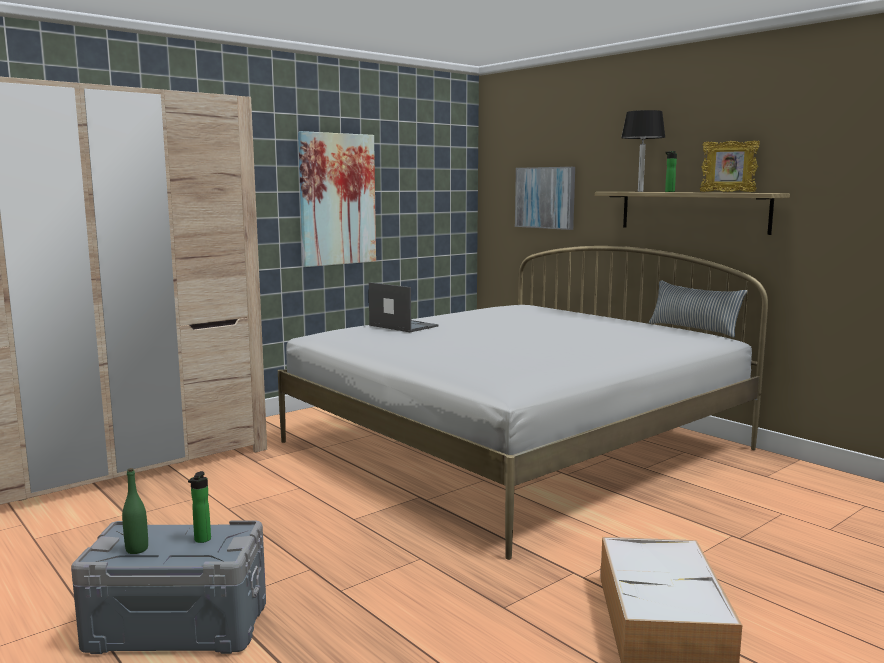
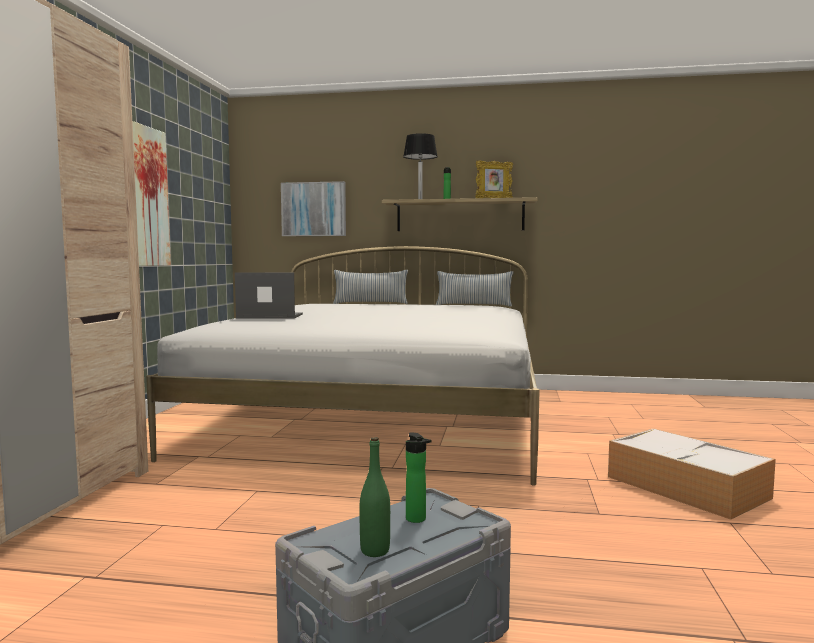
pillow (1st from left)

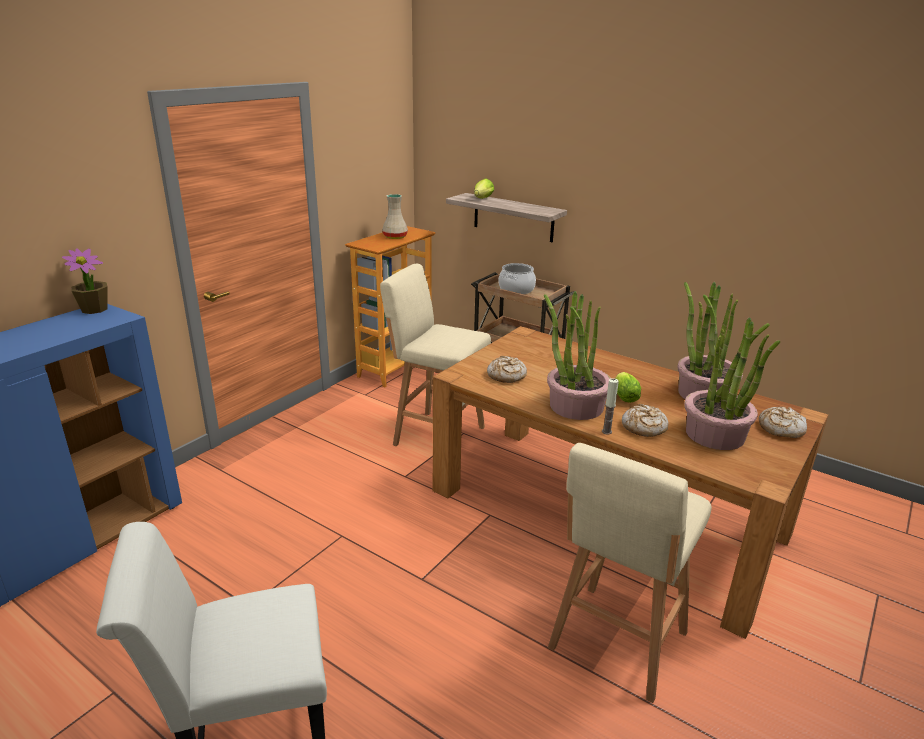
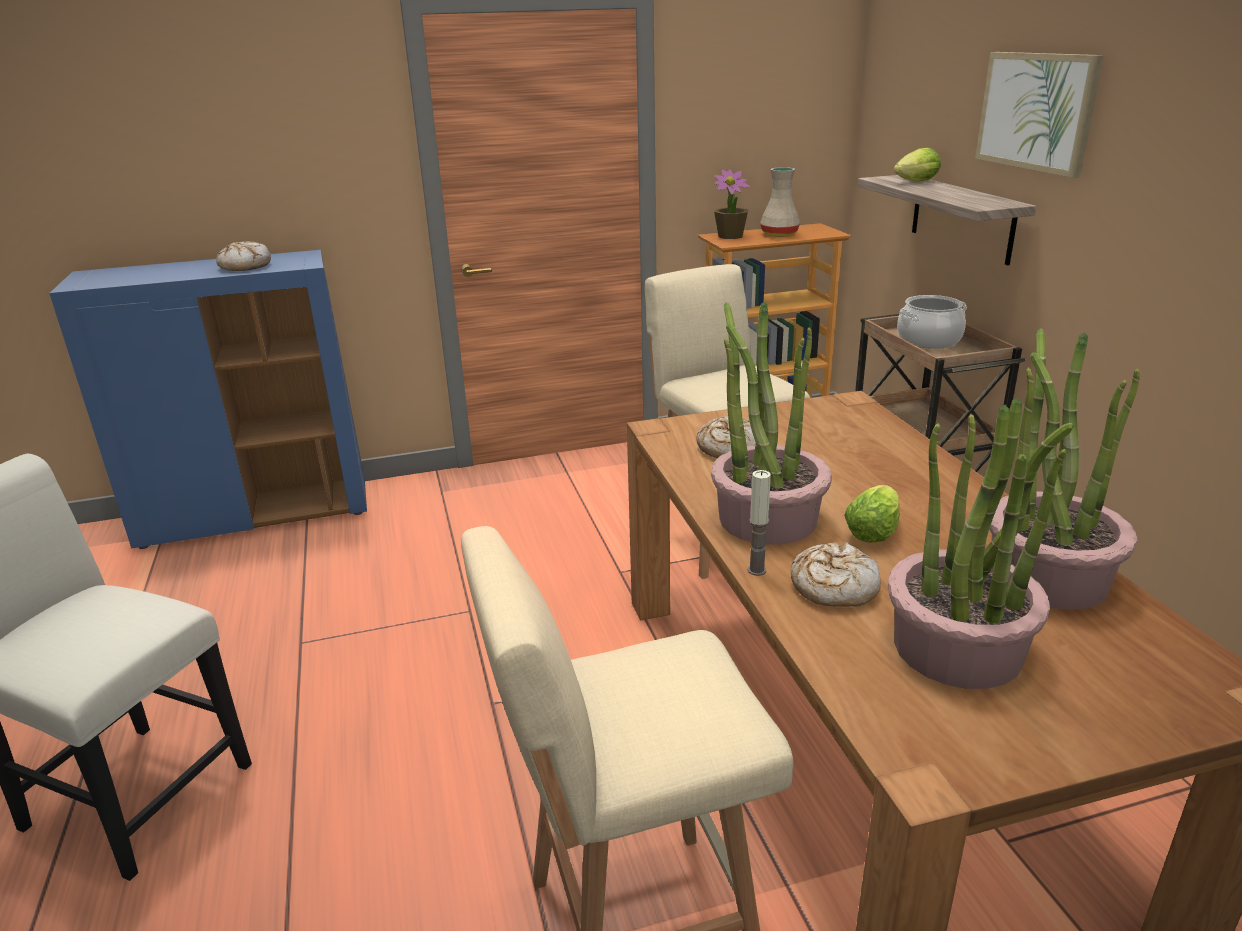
potted_plant (1st from left); bread (1st from left); picture

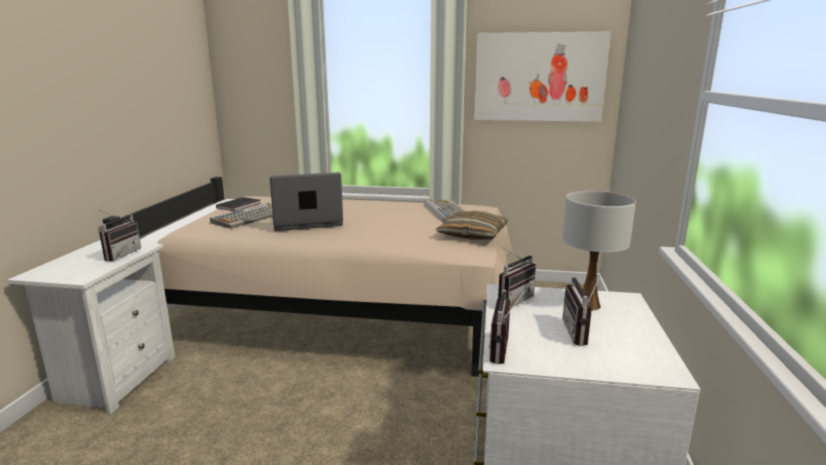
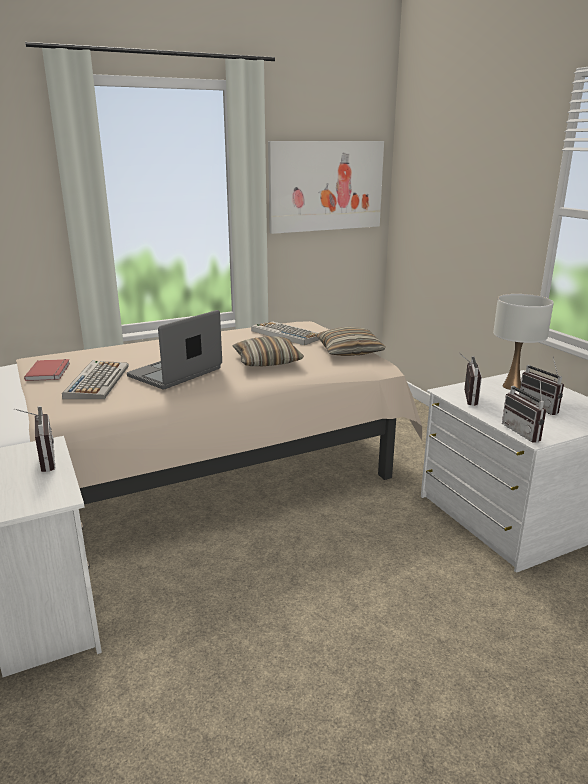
red_book; pillow (1st from left)

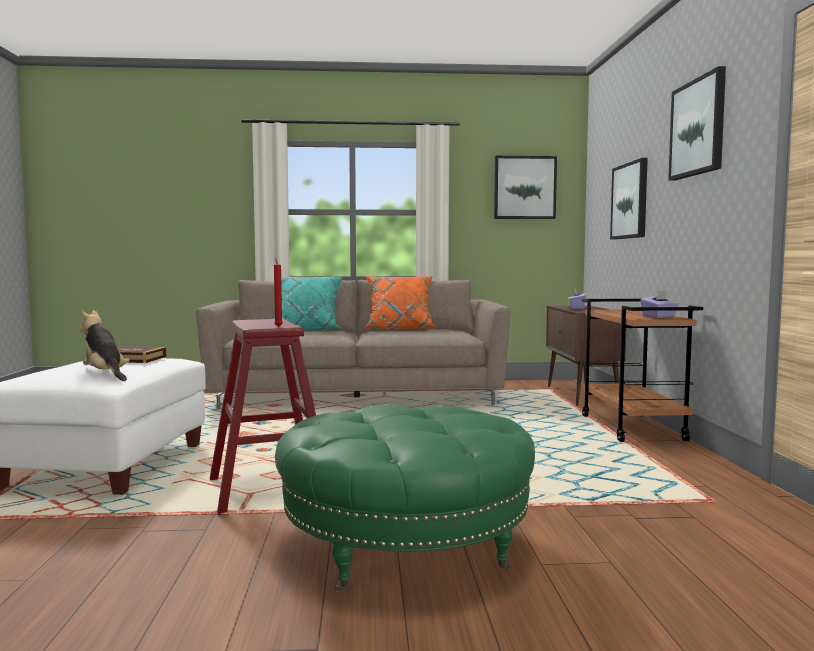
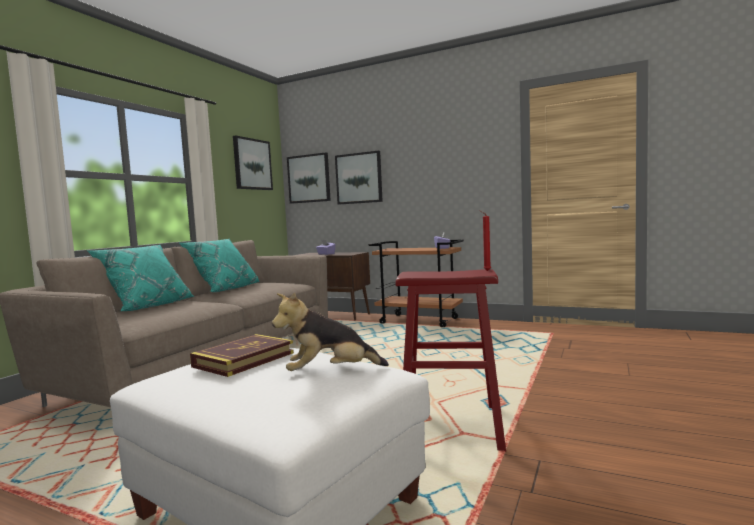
picture (2nd from left); turquoise_pillow (2nd from left); green_ottoman

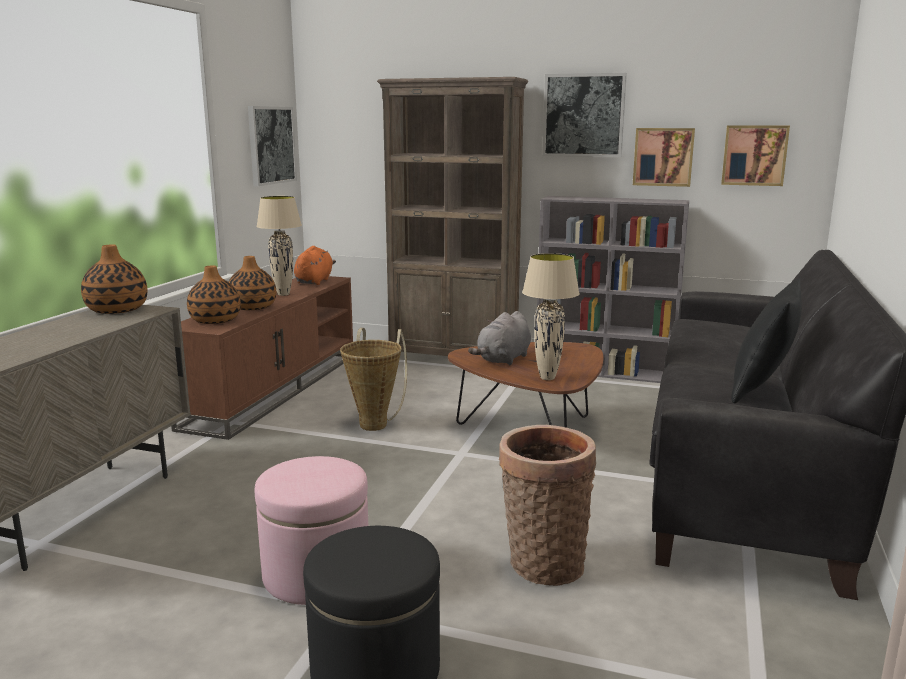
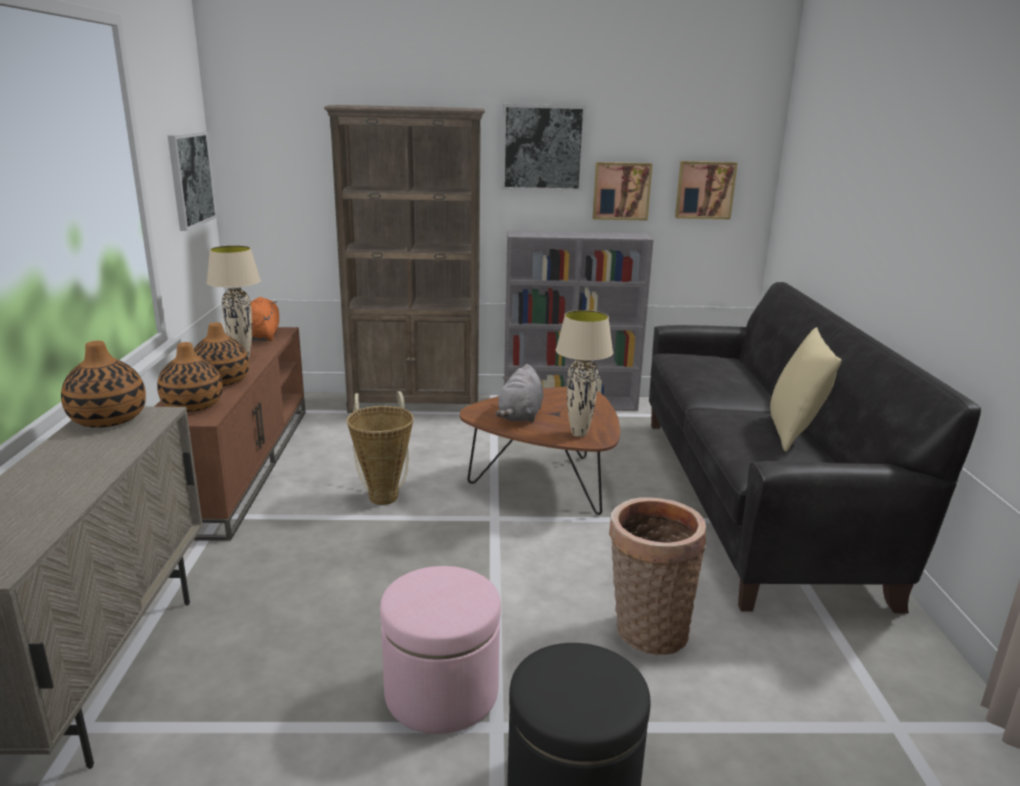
beige_pillow

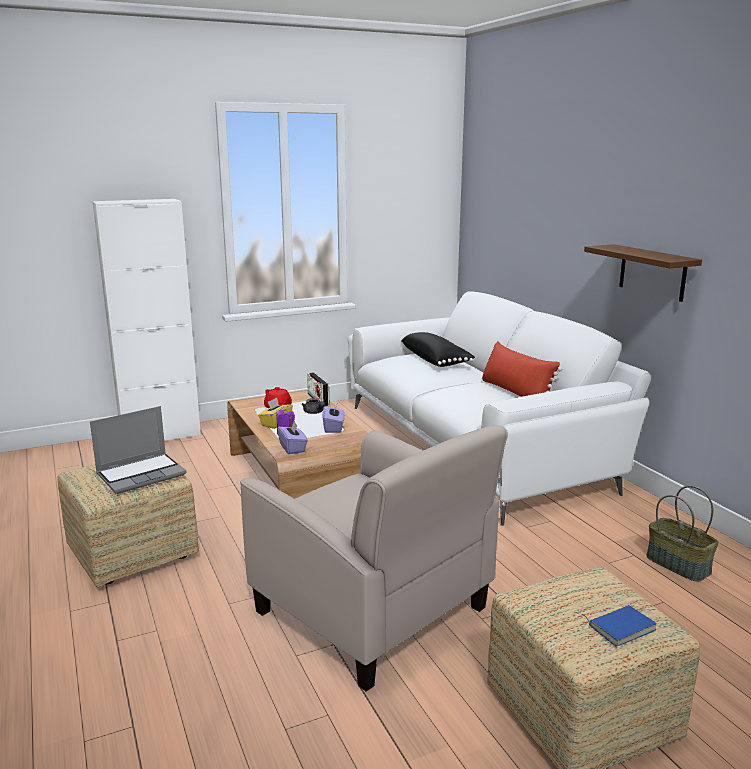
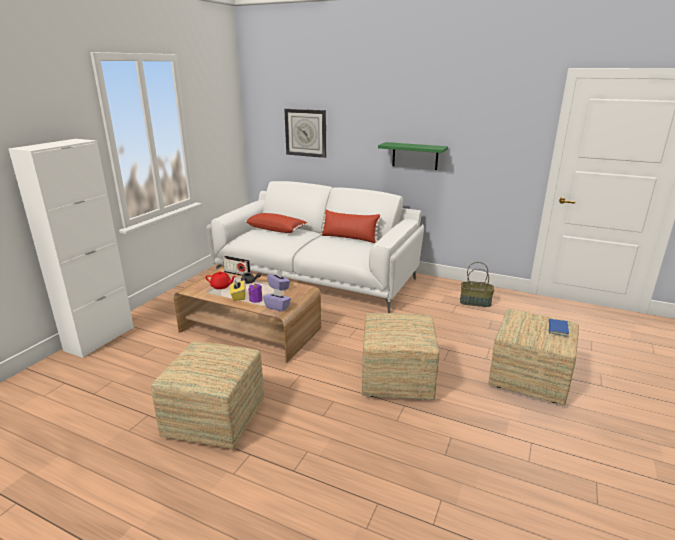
green_shelf; red_pillow (1st from left); laptop; ottoman (2nd from left); wall_clock

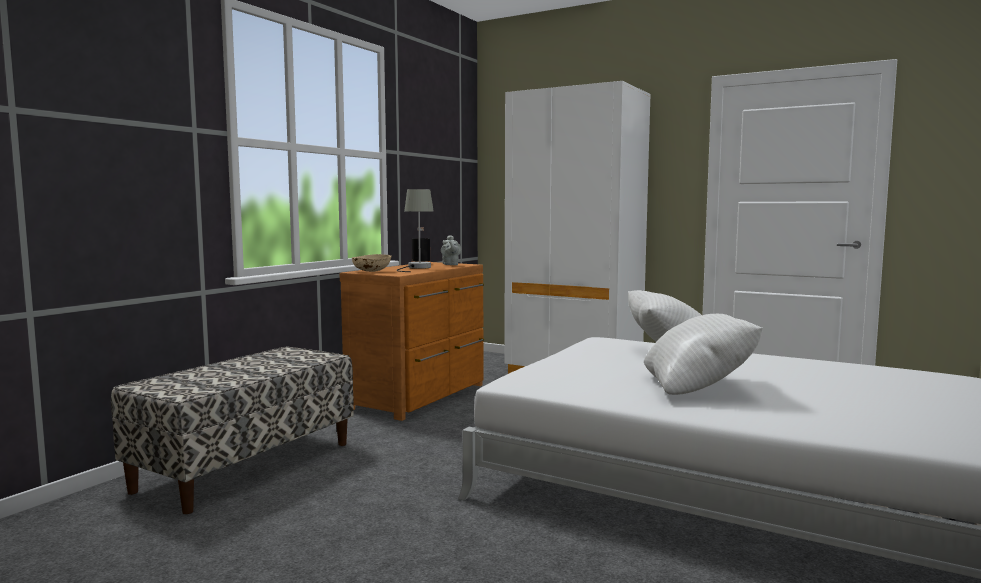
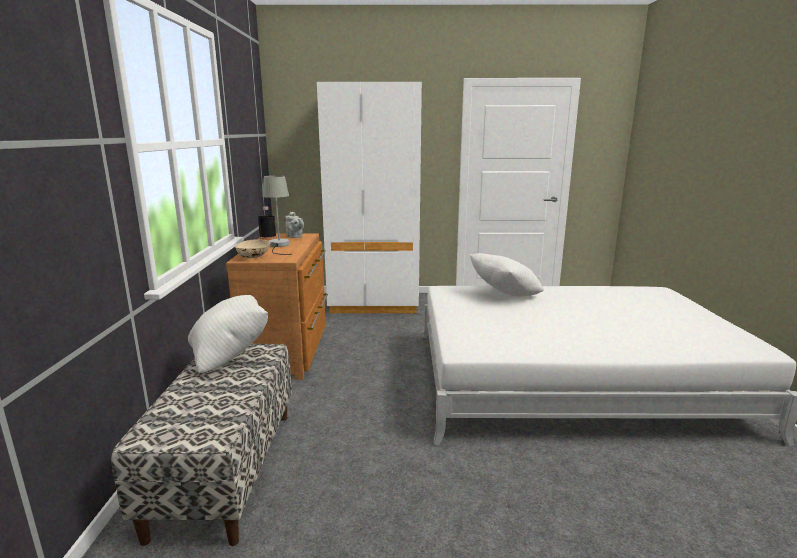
white_pillow (1st from left)

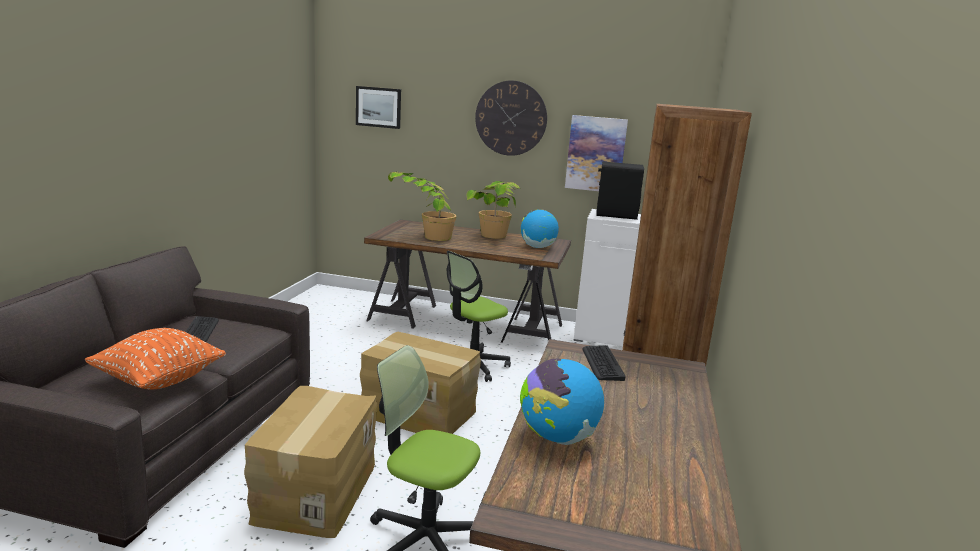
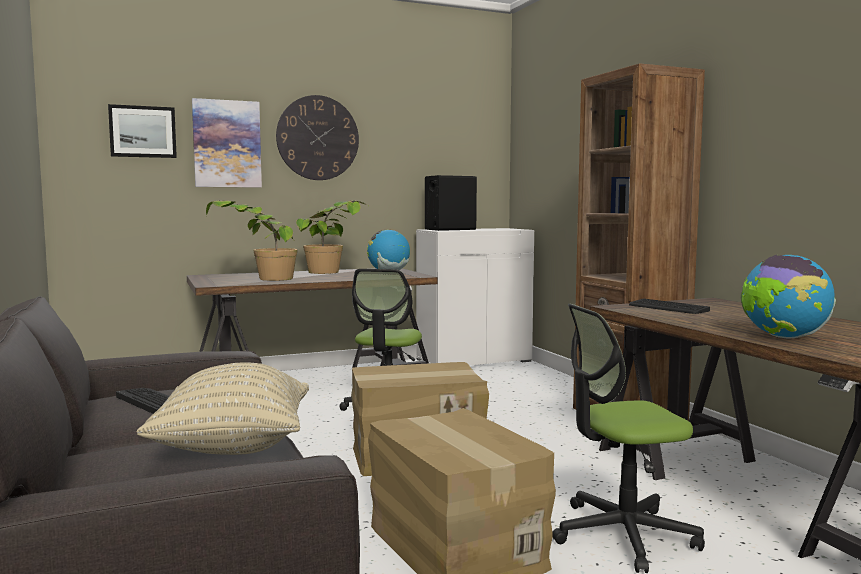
picture (2nd from left); beige_pillow

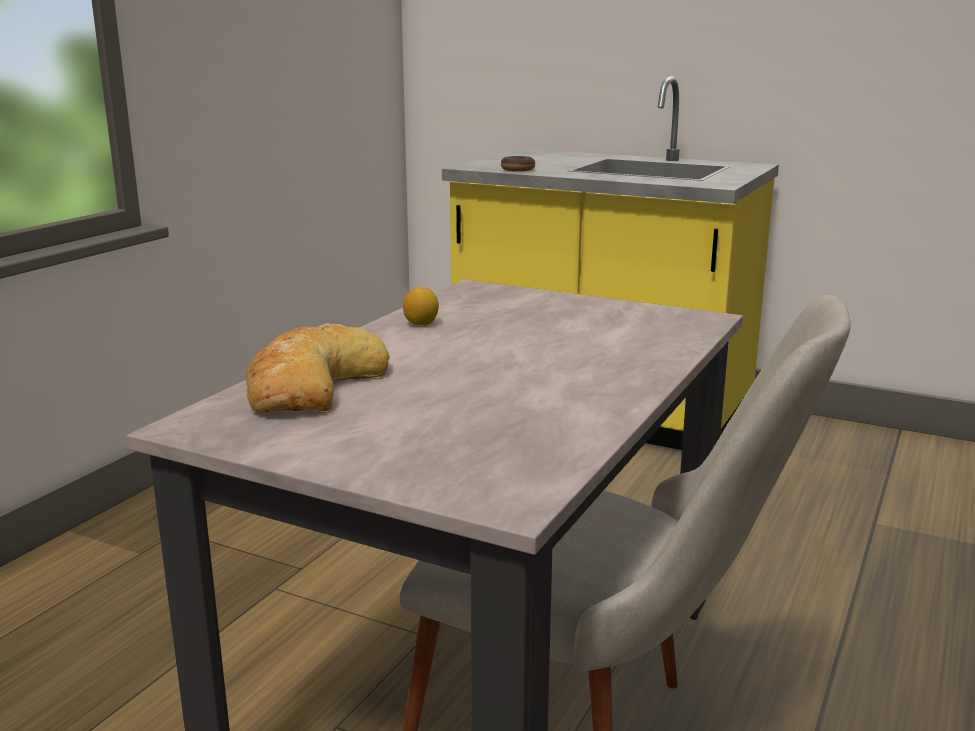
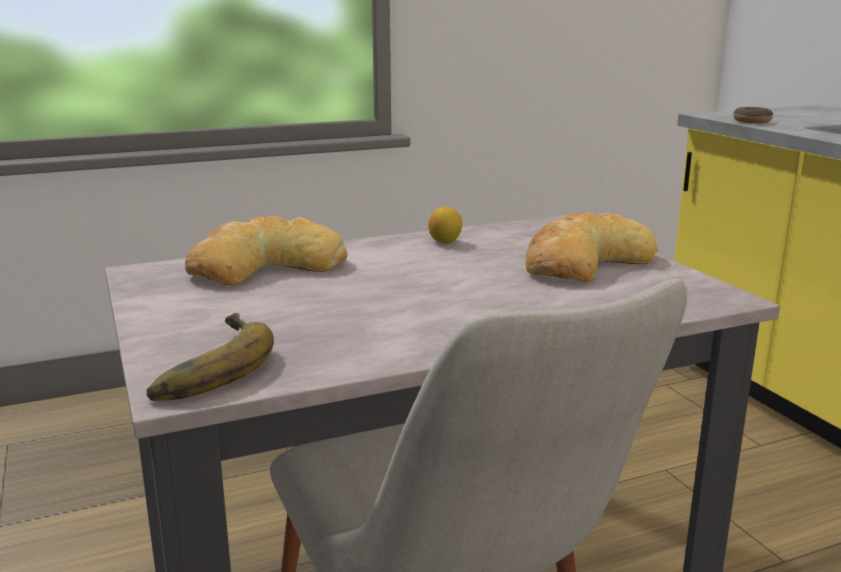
bread (2nd from left); banana

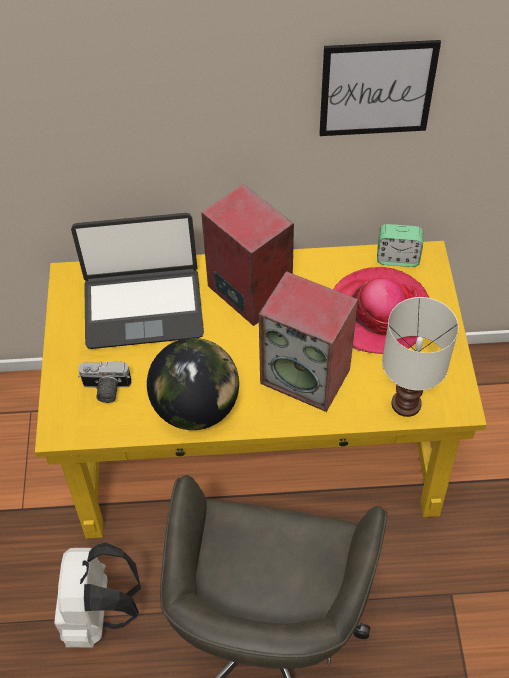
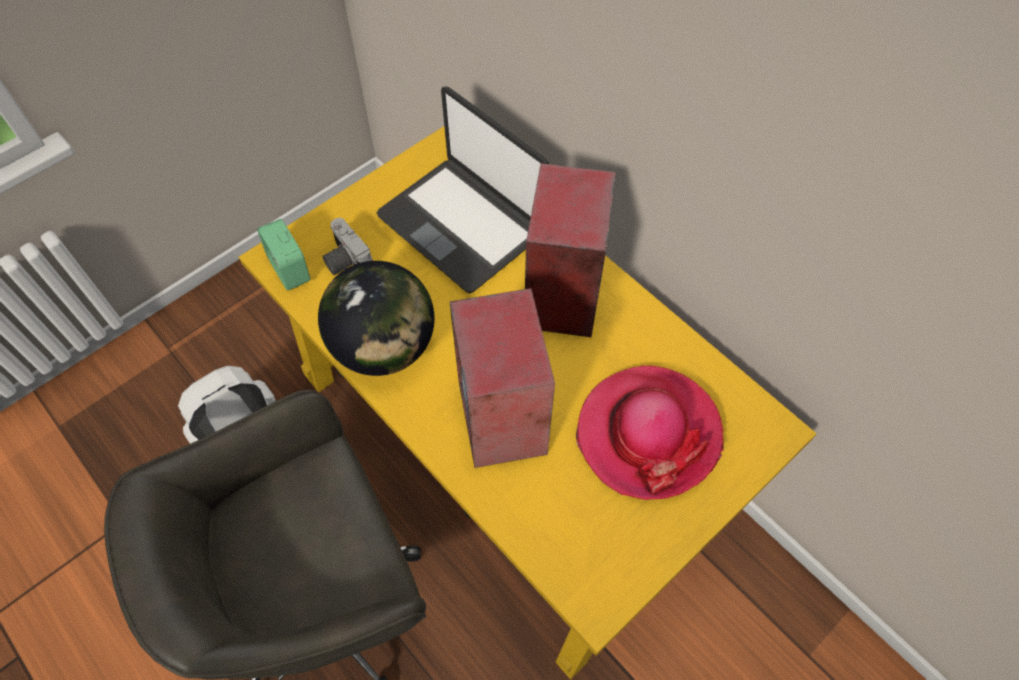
picture; alarm_clock; white_table_lamp

